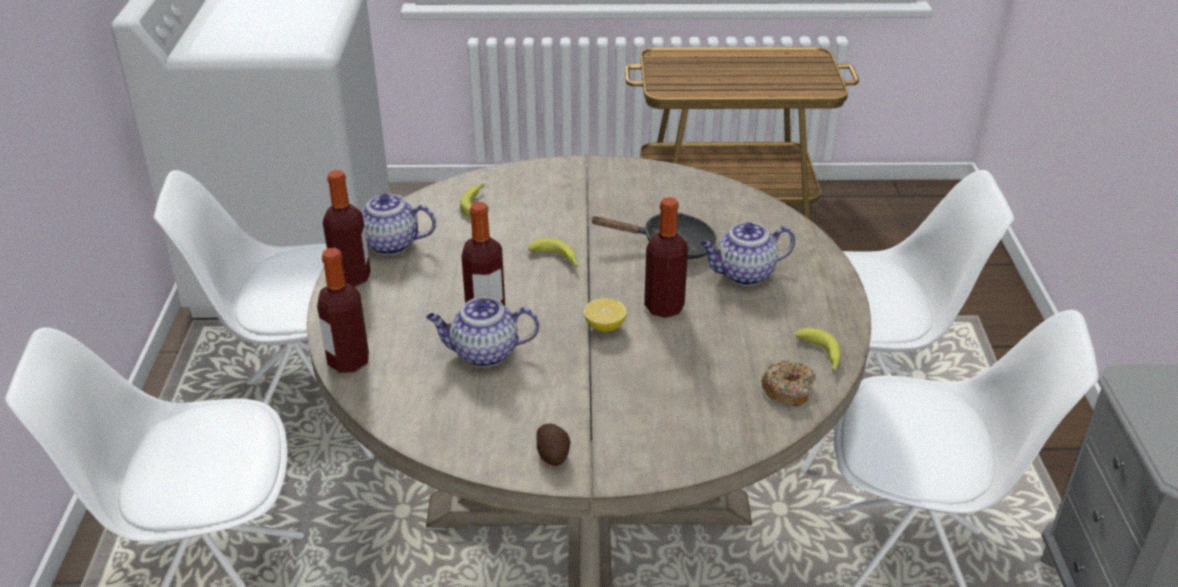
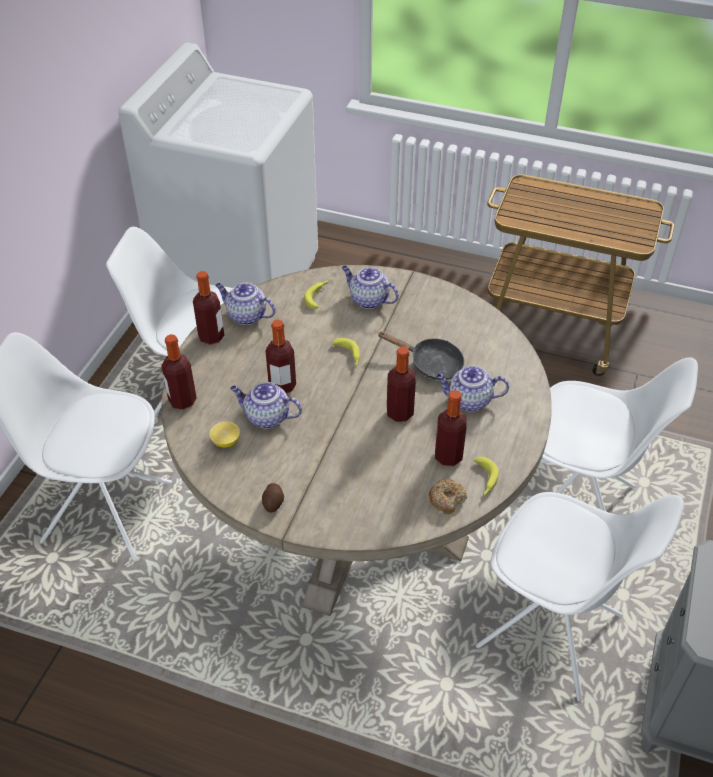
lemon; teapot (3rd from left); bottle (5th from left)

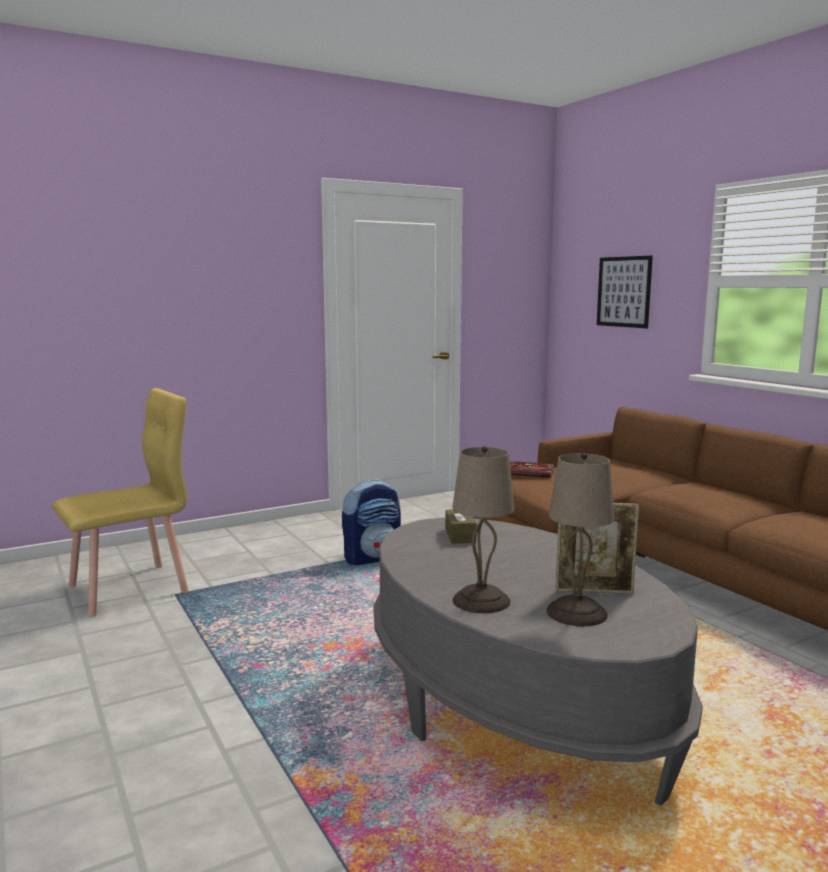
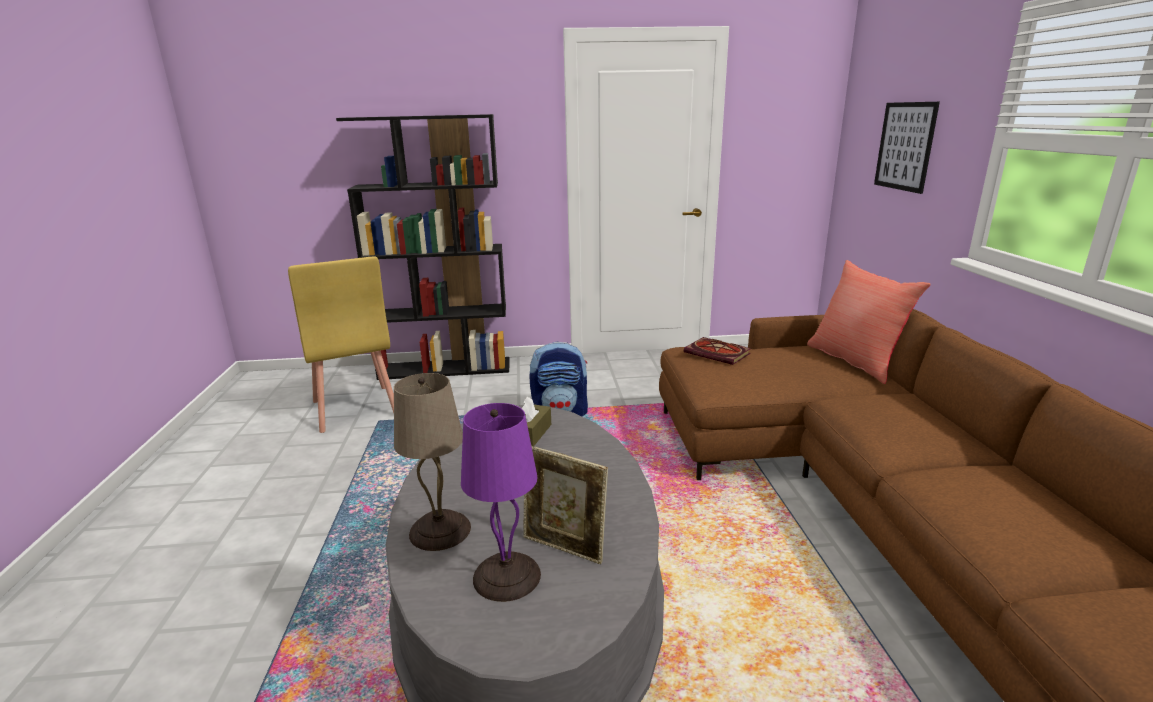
yellow_chair; purple_table_lamp; black_bookcase; red_pillow

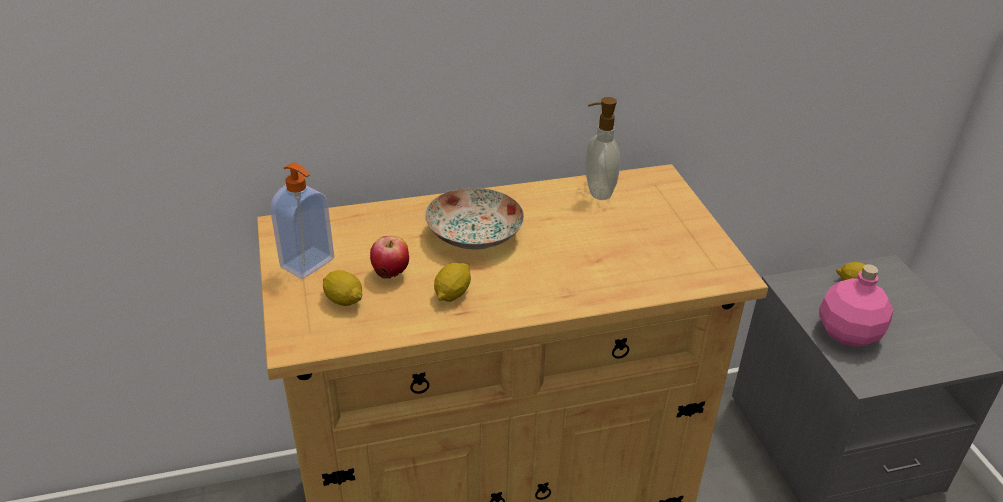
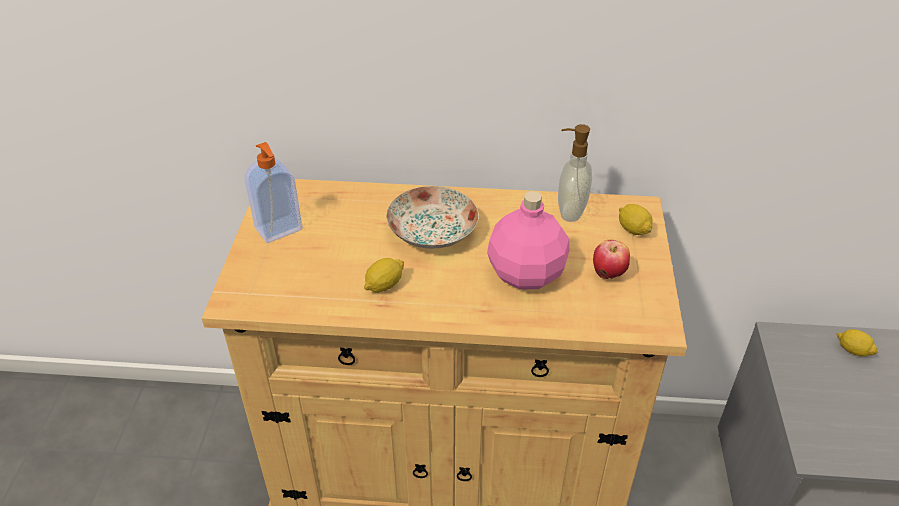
apple; pink_bottle; lemon (2nd from left)

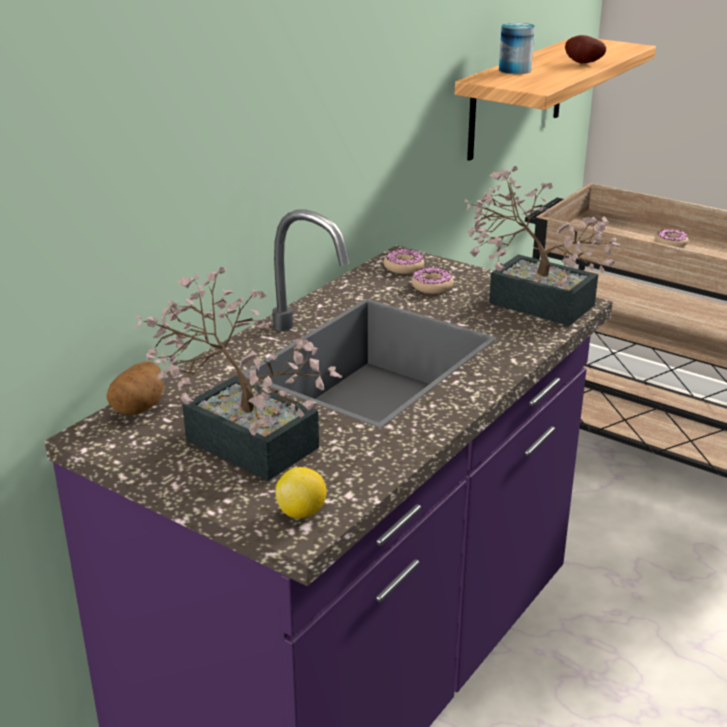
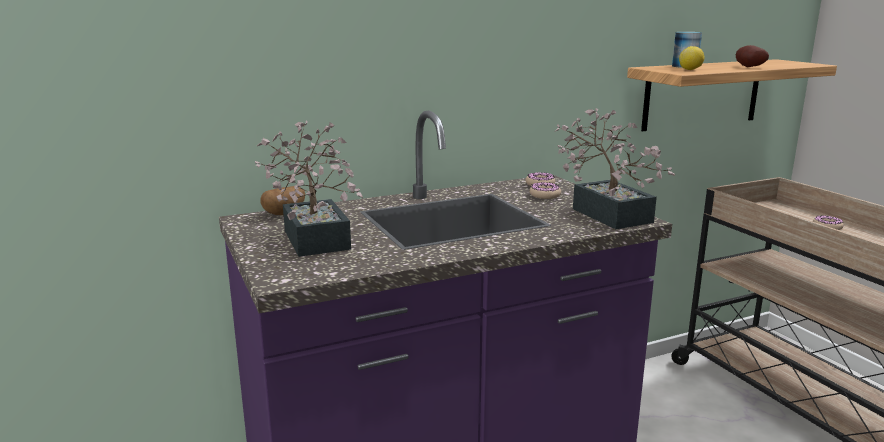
lemon

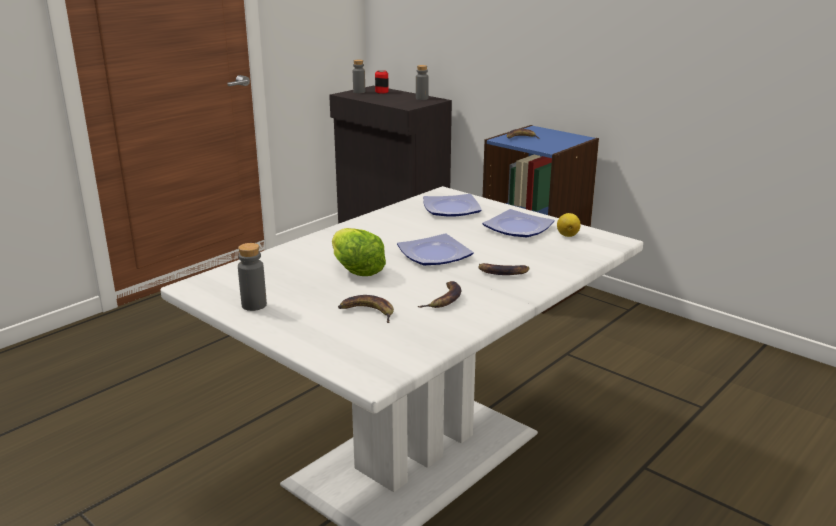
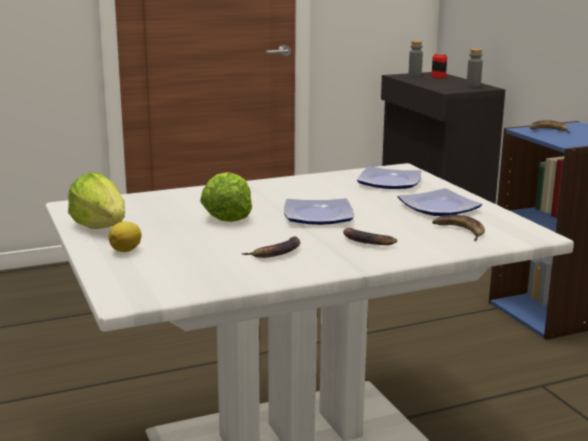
lemon; lettuce (1st from left); banana (3rd from left)

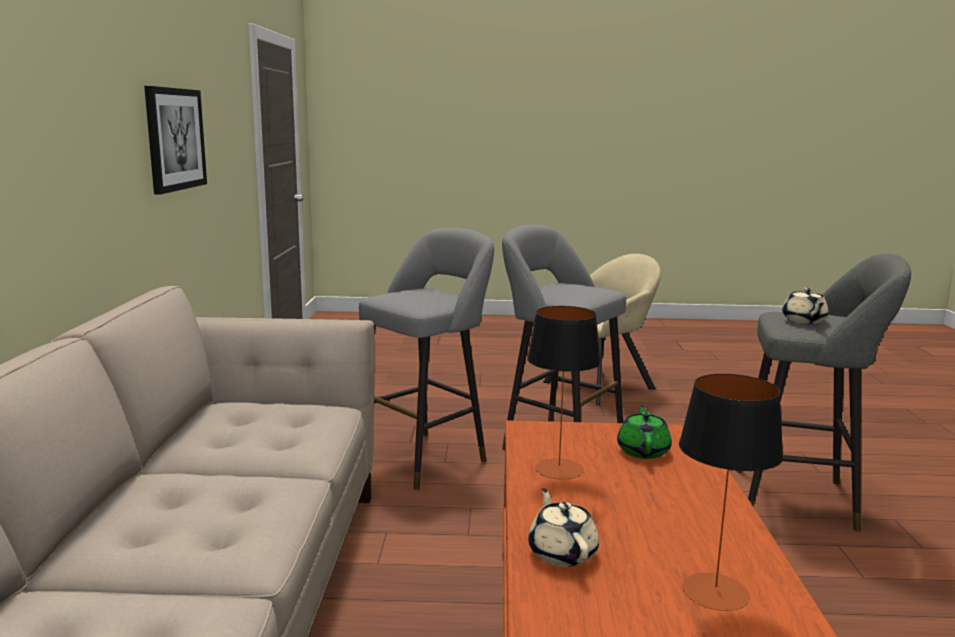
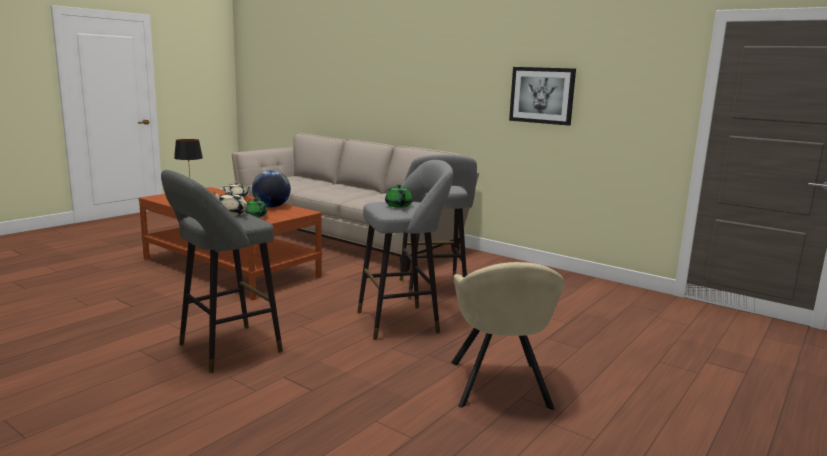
globe; green_teapot (2nd from left)

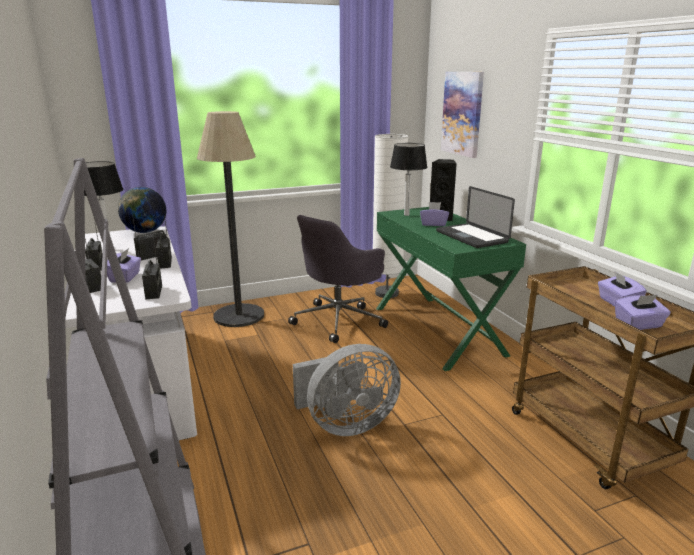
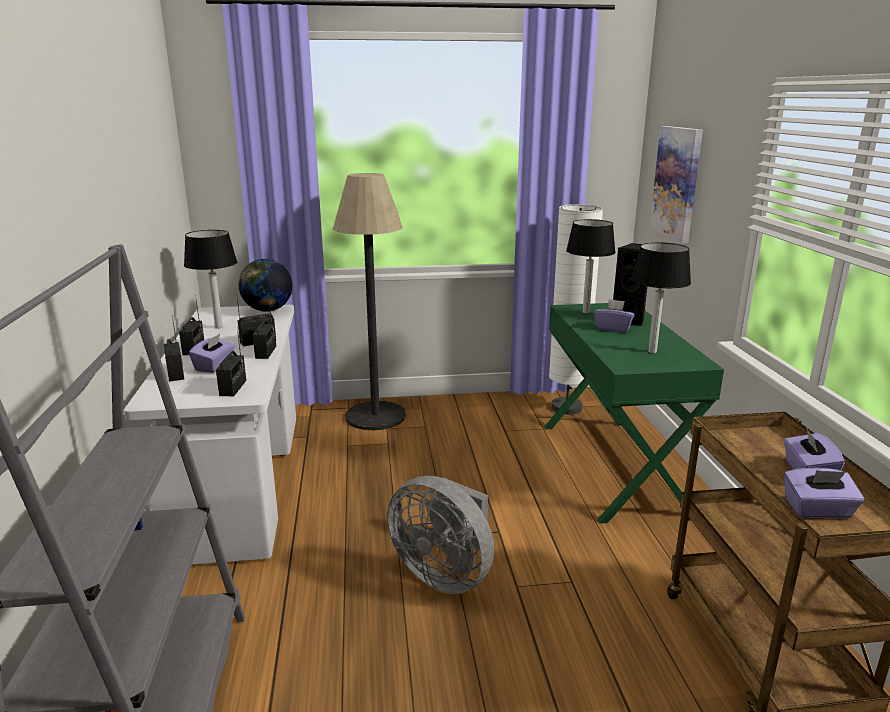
table_lamp (3rd from left); grey_office_chair; grey_fan

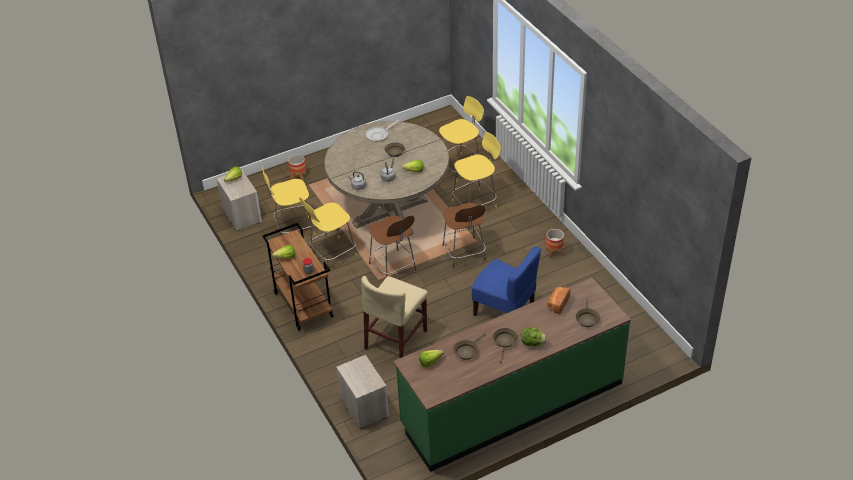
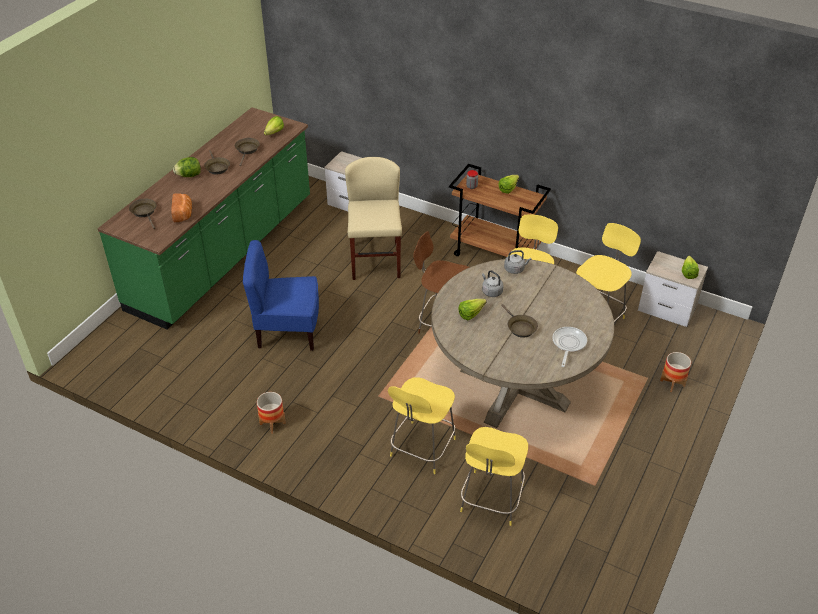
brown_stool (2nd from left in the first image)

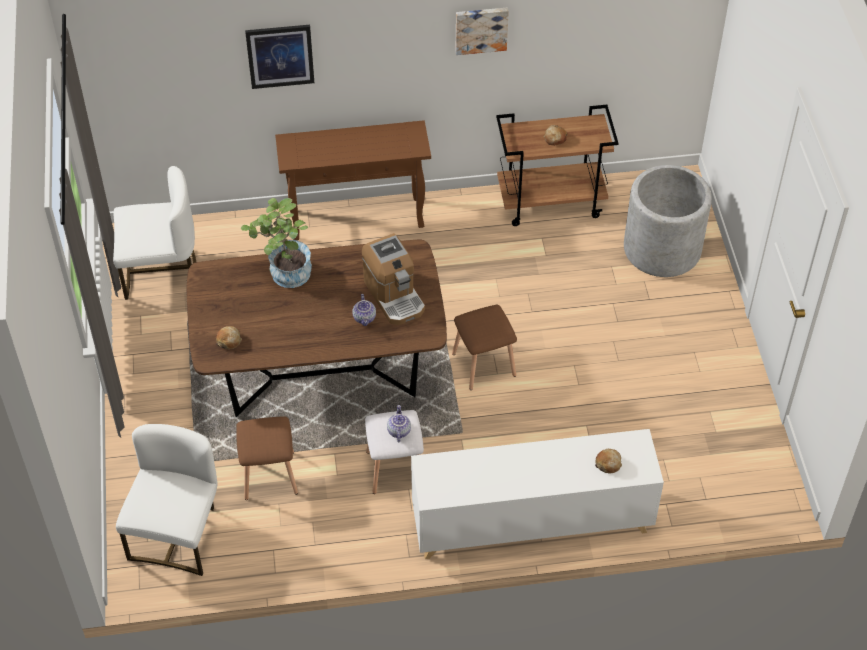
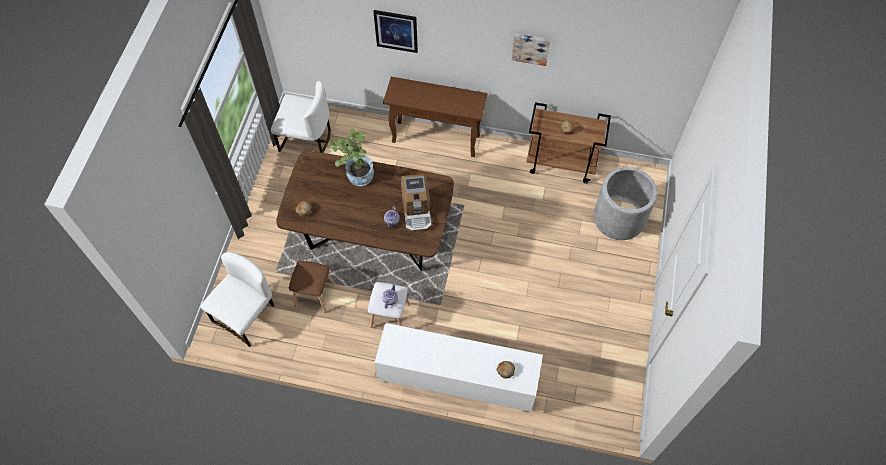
brown_stool (2nd from left in the first image)

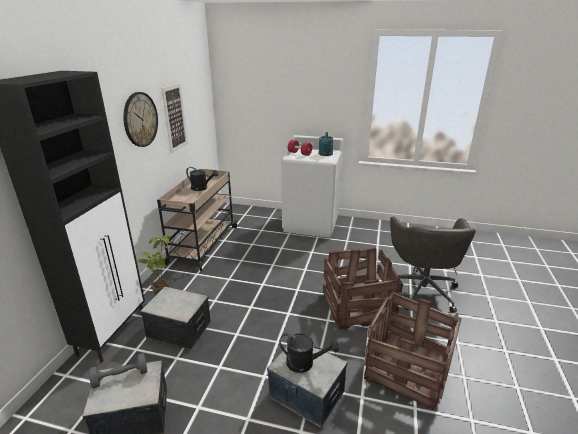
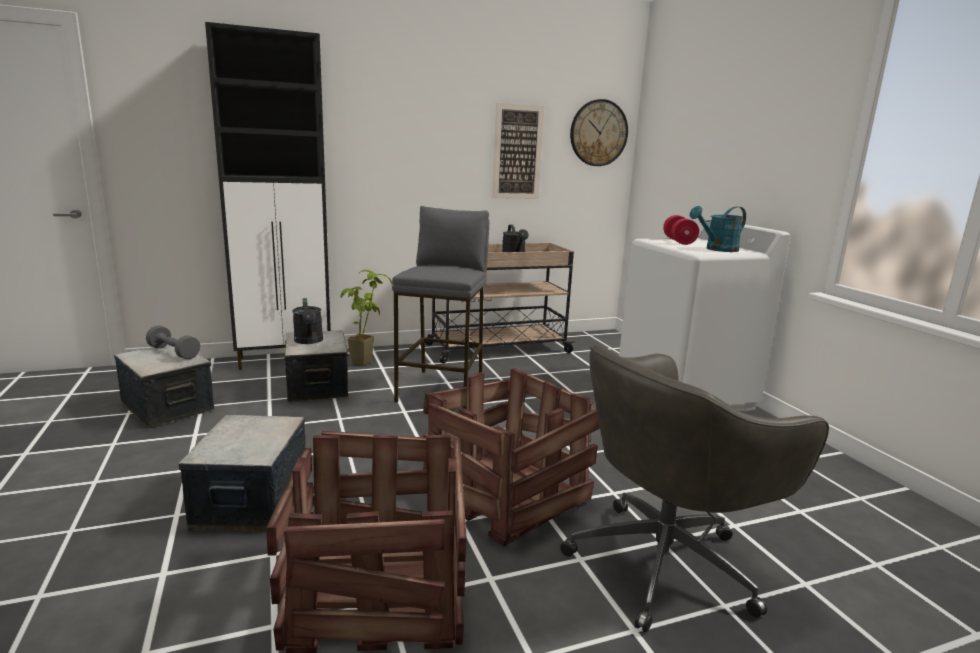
wall_clock; black_watering_can (1st from left); grey_stool

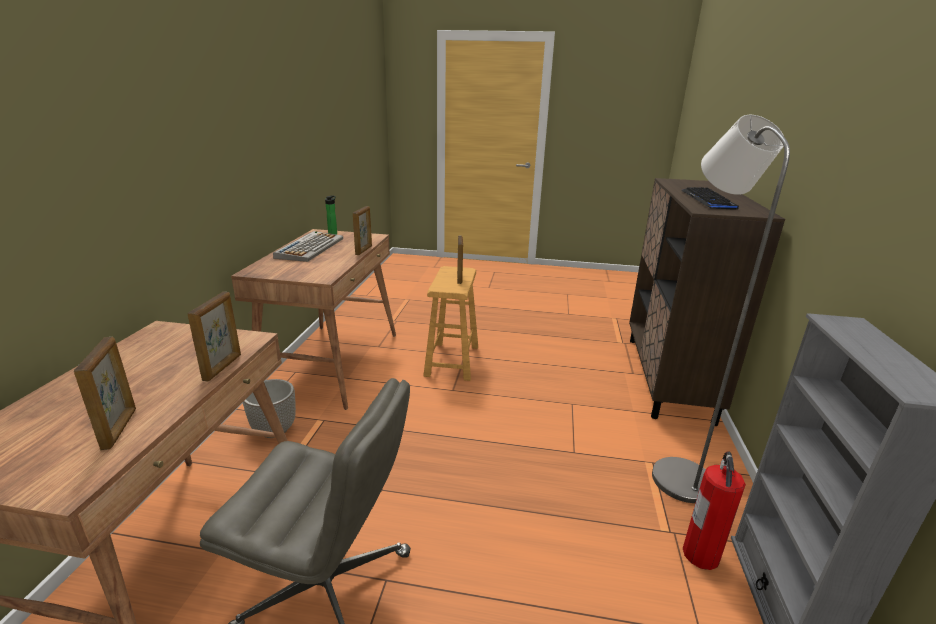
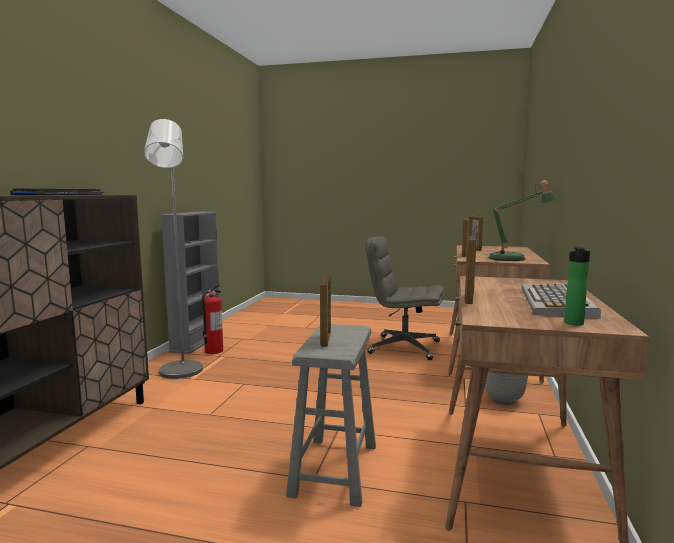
grey_stool; table_lamp

